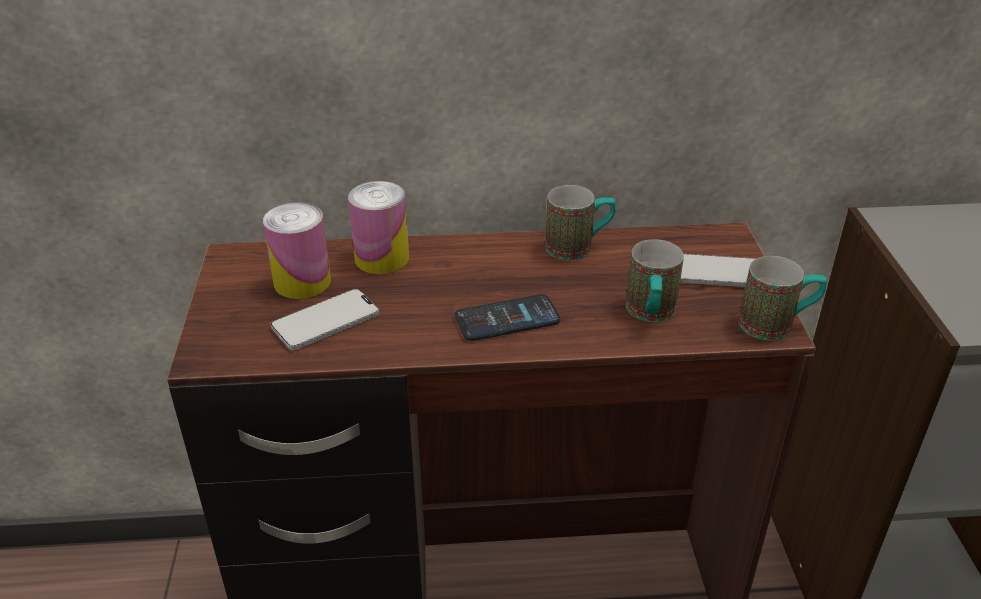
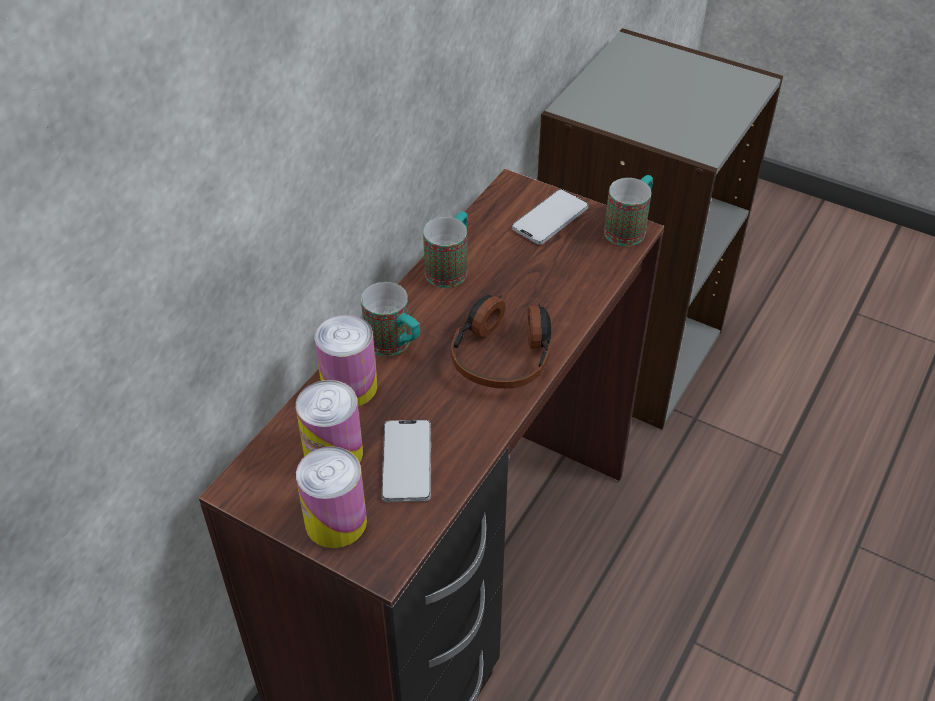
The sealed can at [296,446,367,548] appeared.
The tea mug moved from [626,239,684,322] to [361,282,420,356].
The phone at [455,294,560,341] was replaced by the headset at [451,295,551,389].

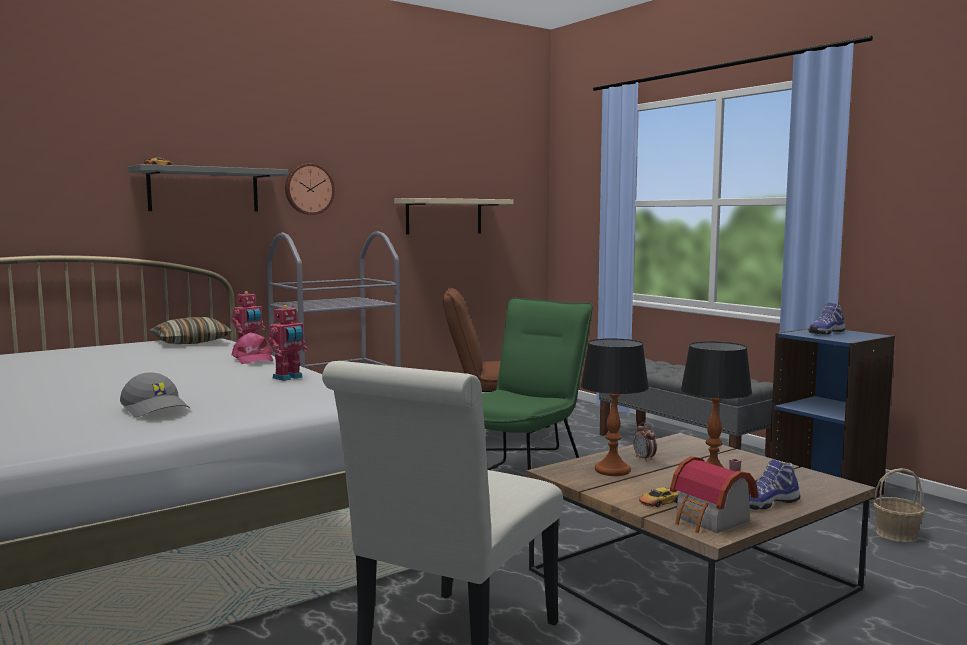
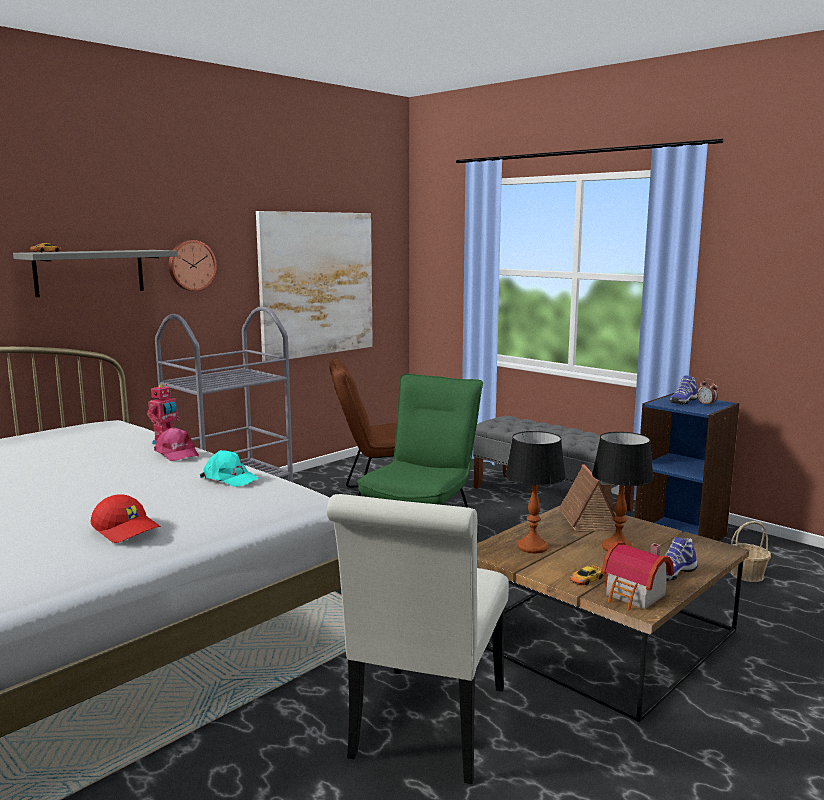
The baseball cap in grey at [120,373,190,417] became the baseball cap in red at [90,494,161,543].
The model robot at [267,305,307,381] was replaced by the baseball cap in turquoise at [200,450,259,487].
The shelf in beige-coloured at [394,198,514,235] was replaced by the wall picture at [256,211,373,361].
The miniature house at [559,464,616,532] appeared.
The bedside clock moved from [633,422,657,462] to [697,379,718,405].
The pillow at [149,317,232,344] disappeared.

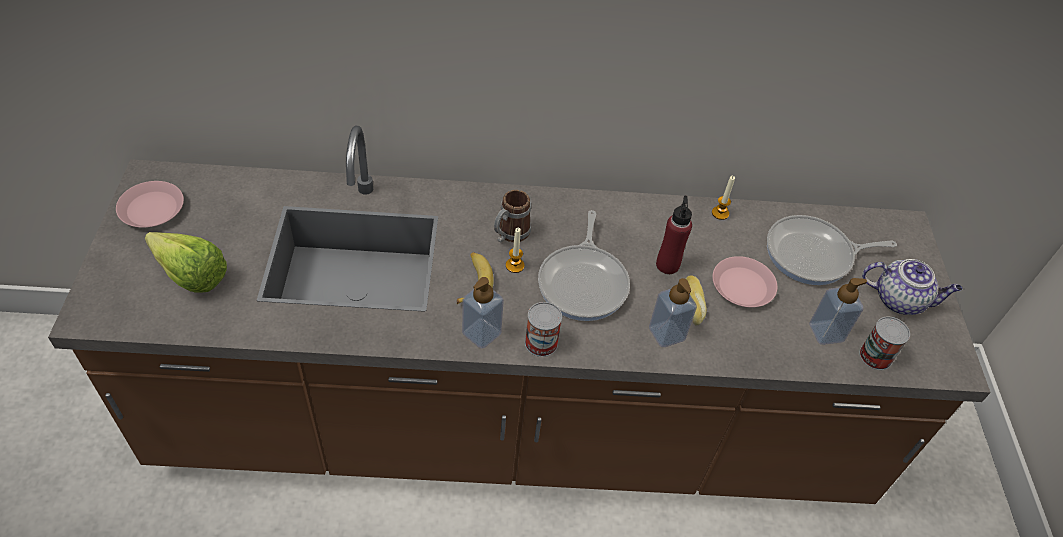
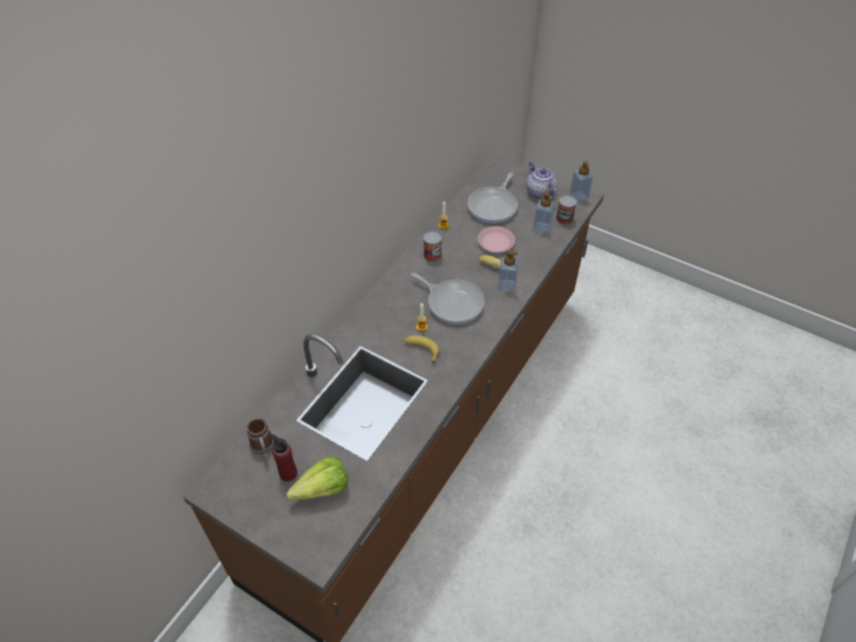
The tea mug moved from [494,190,531,243] to [247,418,274,458].
The drink bottle in red moved from [656,196,692,274] to [271,434,297,482].
The sealed can moved from [525,302,562,357] to [423,231,442,262].
The teapot at [862,259,962,315] turned 75 degrees counterclockwise.
The soap dispenser moved from [462,277,504,348] to [570,161,593,202].
The flat dish in pinkish at [116,181,184,228] disappeared.

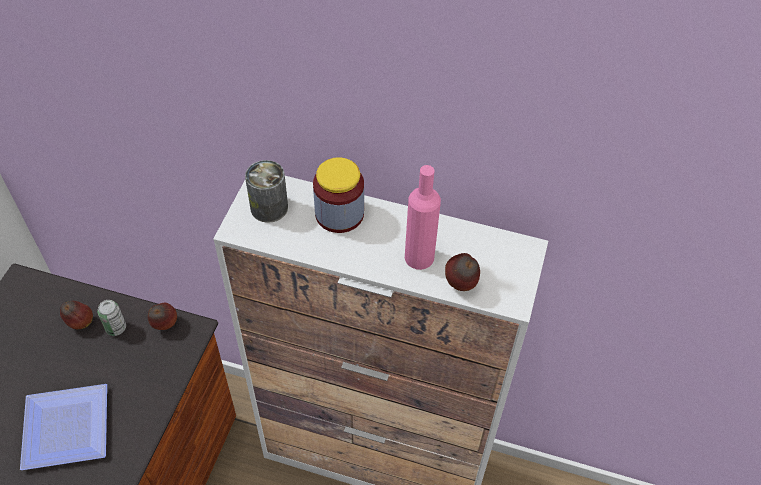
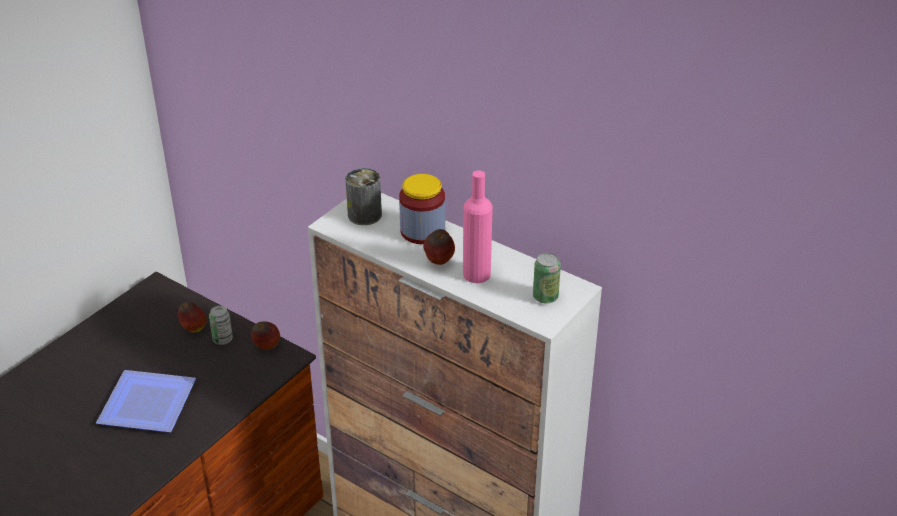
The whole apple moved from [445,253,480,291] to [423,229,455,265].
The sealed can at [533,253,561,304] appeared.

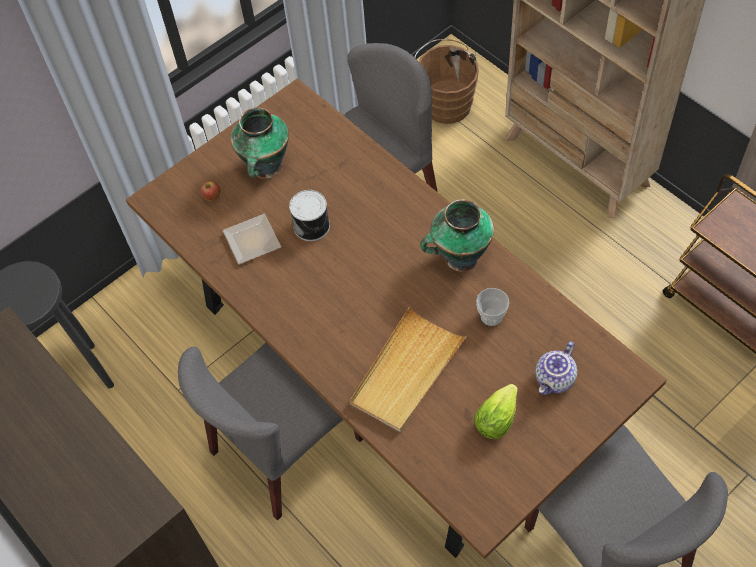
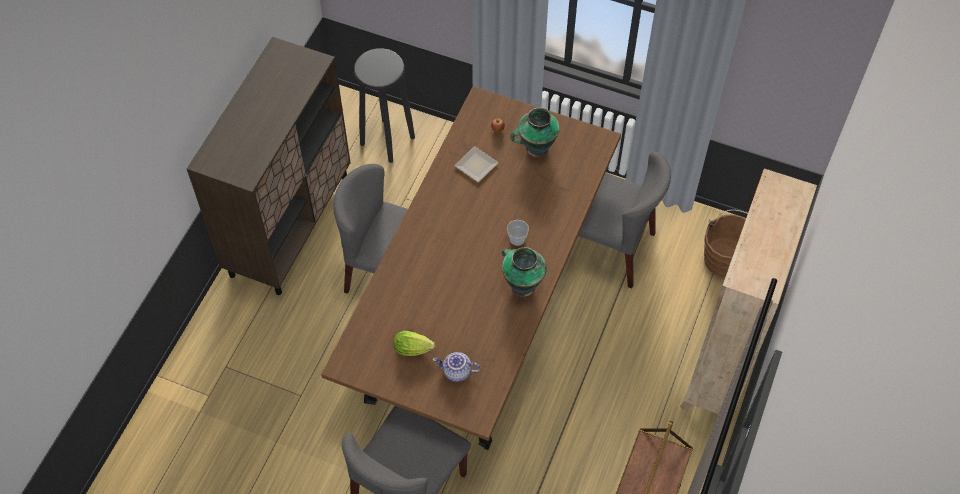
The drinking cup moved from [476,288,509,326] to [507,220,529,246].
The sealed can at [289,190,330,241] disappeared.
The carrying tray in beige-coloured at [350,306,467,432] disappeared.

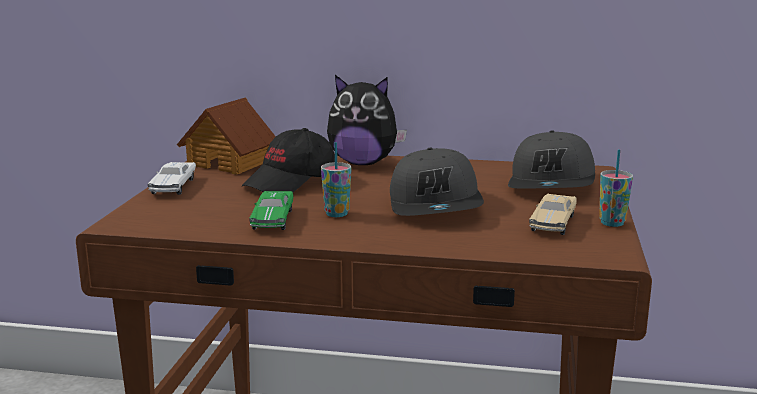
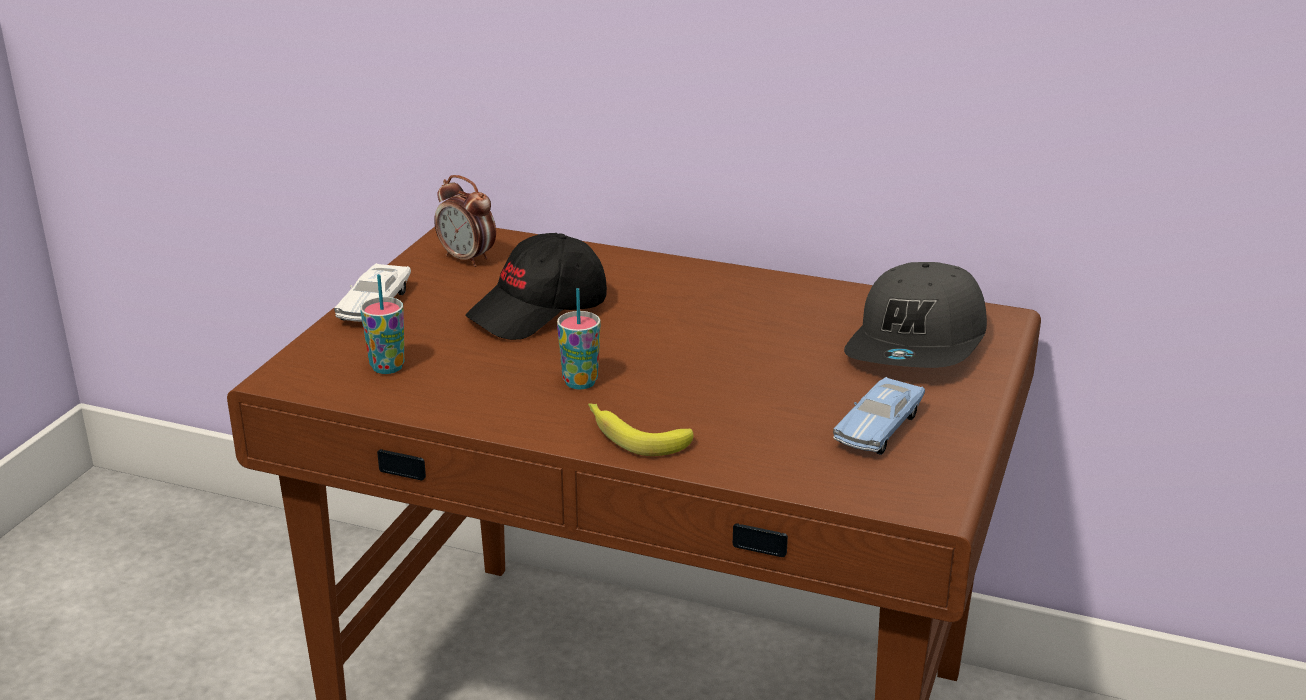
The drinking cup moved from [599,149,633,227] to [360,274,405,374].
The miniature house at [177,97,276,175] was replaced by the bedside clock at [434,175,496,267].
The banana at [588,403,693,456] appeared.
The toy car in beige-coloured at [529,194,577,235] became the toy car in bluish at [833,377,925,455].
The toy car in green-coloured at [249,191,293,230] disappeared.
The cuddly toy at [327,75,407,165] disappeared.
The baseball cap in grey at [390,148,484,216] disappeared.

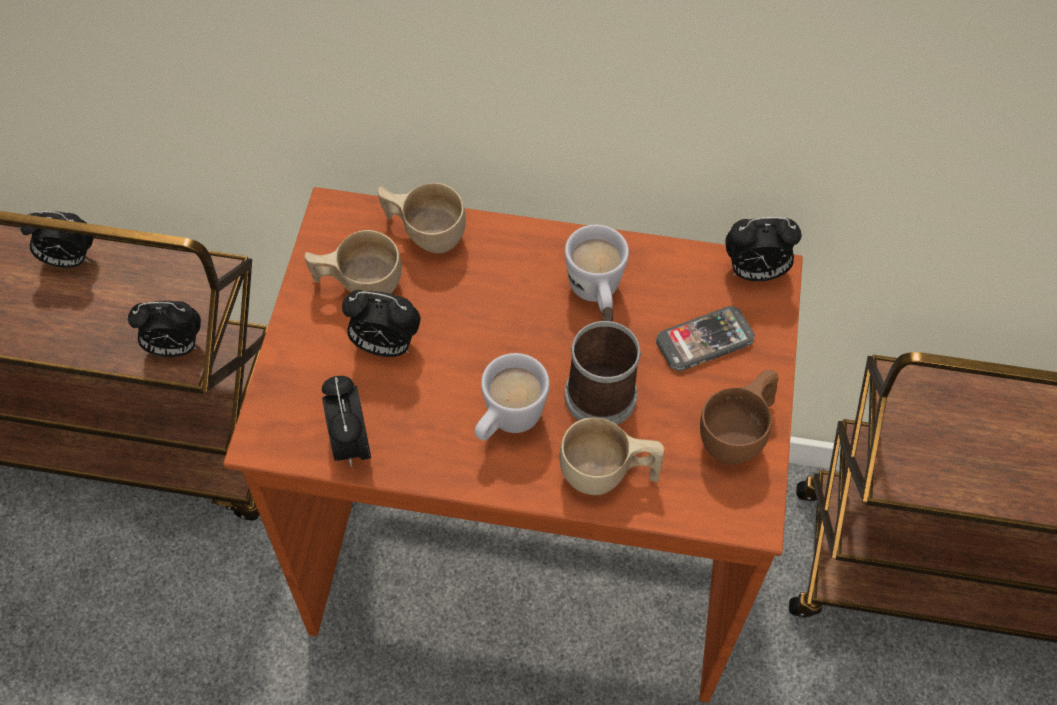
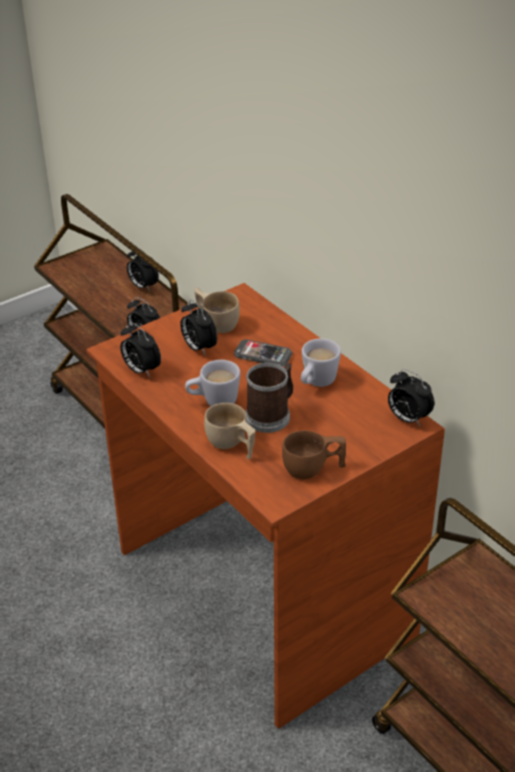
The bedside clock at [322,376,371,468] turned 75 degrees counterclockwise.
The phone moved from [656,306,755,371] to [234,339,292,367].
The drinking cup in beige-coloured at [378,183,466,253] disappeared.

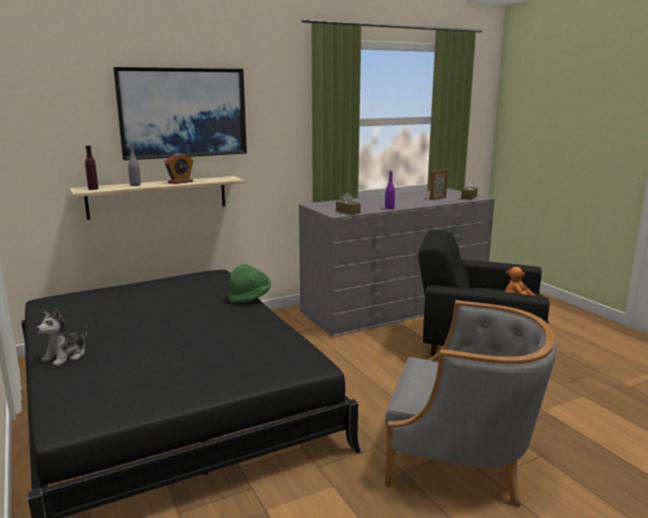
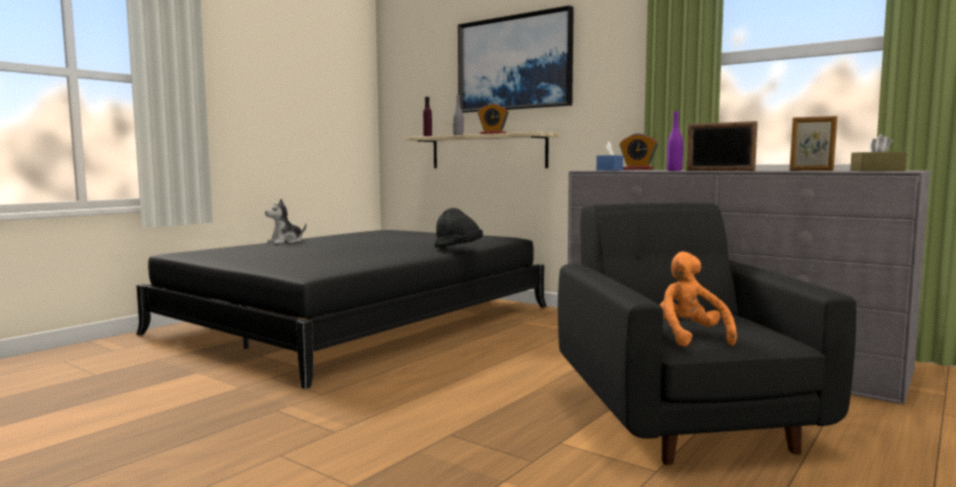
The cuddly toy at [36,308,87,366] turned 45 degrees counterclockwise.
The wearable hat in green-coloured at [228,264,271,303] became the wearable hat in black-coloured at [434,208,483,248].
The box of tissues in brownish at [336,192,361,215] became the box of tissues in bluish at [596,142,623,171].
The bedside clock at [620,133,658,170] appeared.
The picture frame at [687,121,758,171] appeared.
The easy chair in grey at [385,300,556,508] disappeared.

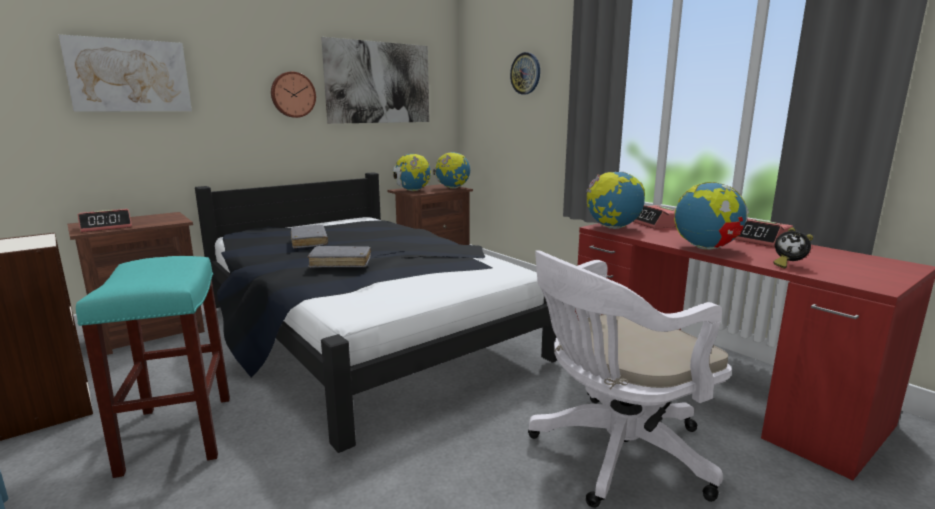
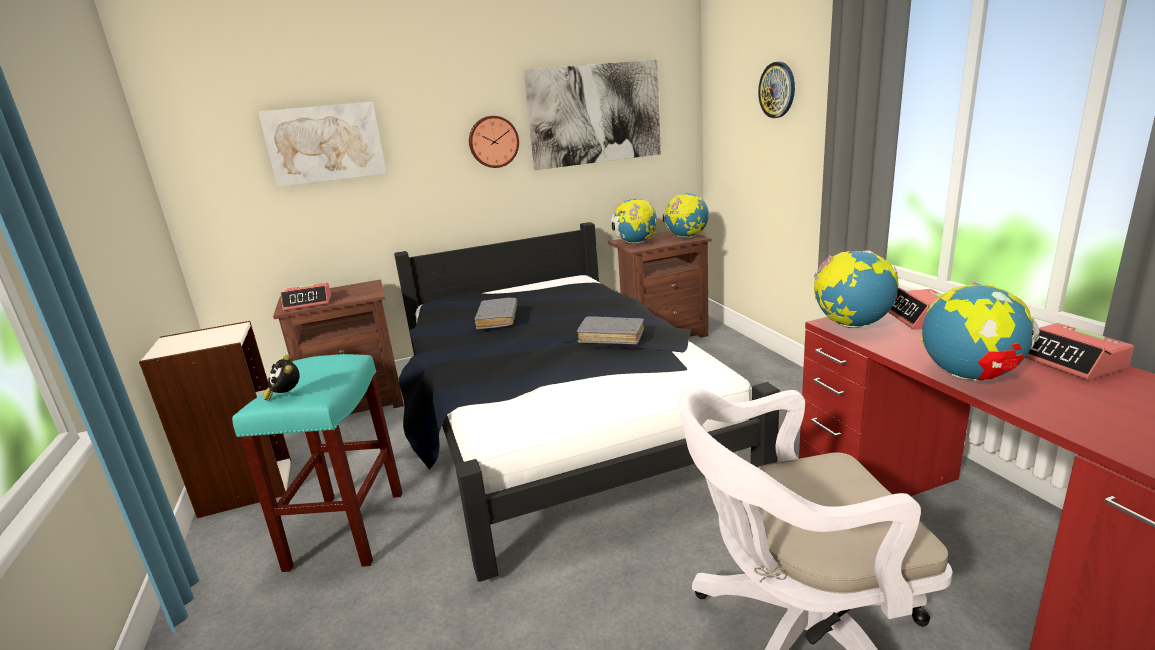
The bedside clock moved from [773,227,813,268] to [264,355,300,401].
The volume in grey moved from [308,246,371,268] to [577,316,644,345].

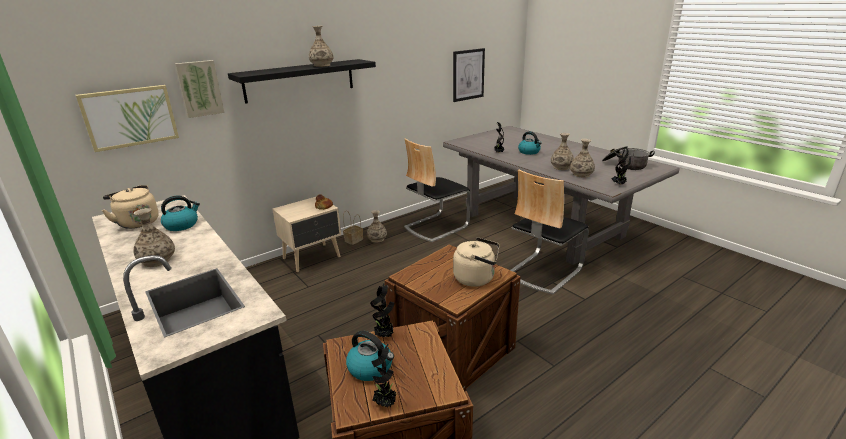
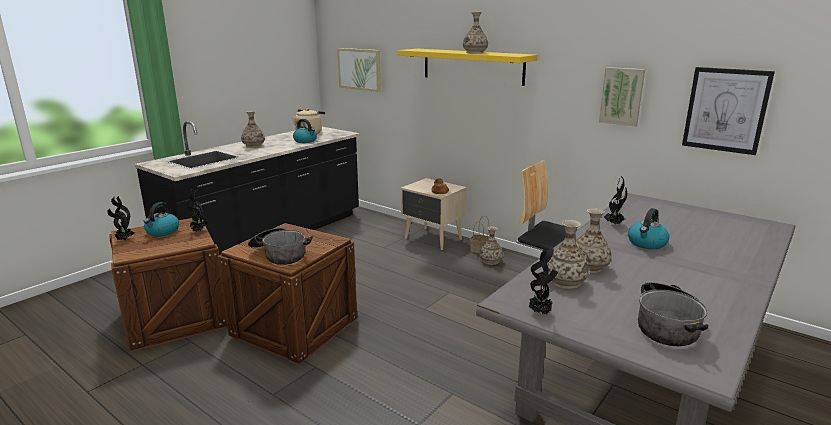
The kettle in beige-coloured at [453,237,500,287] was replaced by the saucepot at [248,228,313,265].
The shelf in black-coloured at [228,59,376,104] became the shelf in yellow at [397,49,537,86].
The wall picture moved from [175,60,224,118] to [599,67,645,127].
The chair at [511,169,589,294] disappeared.

